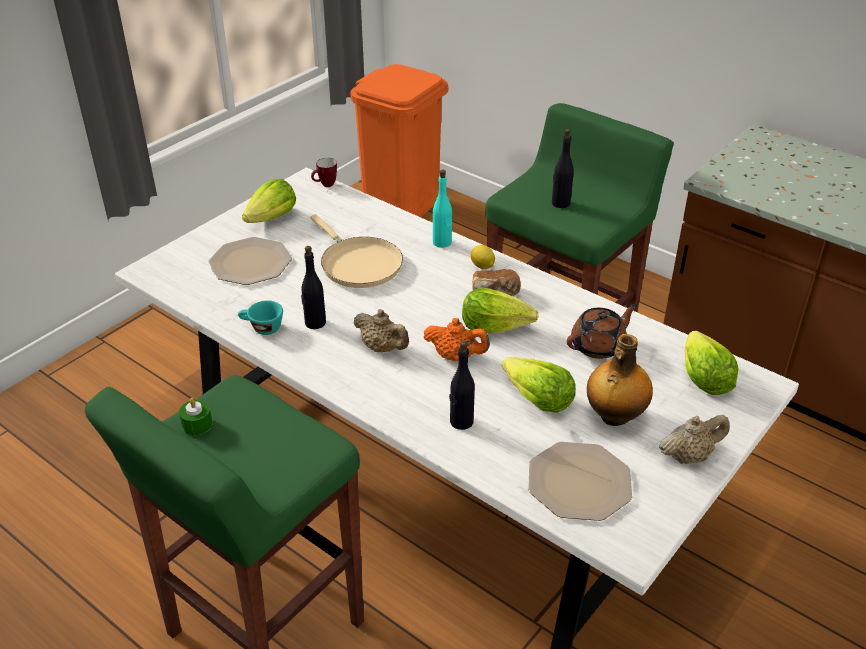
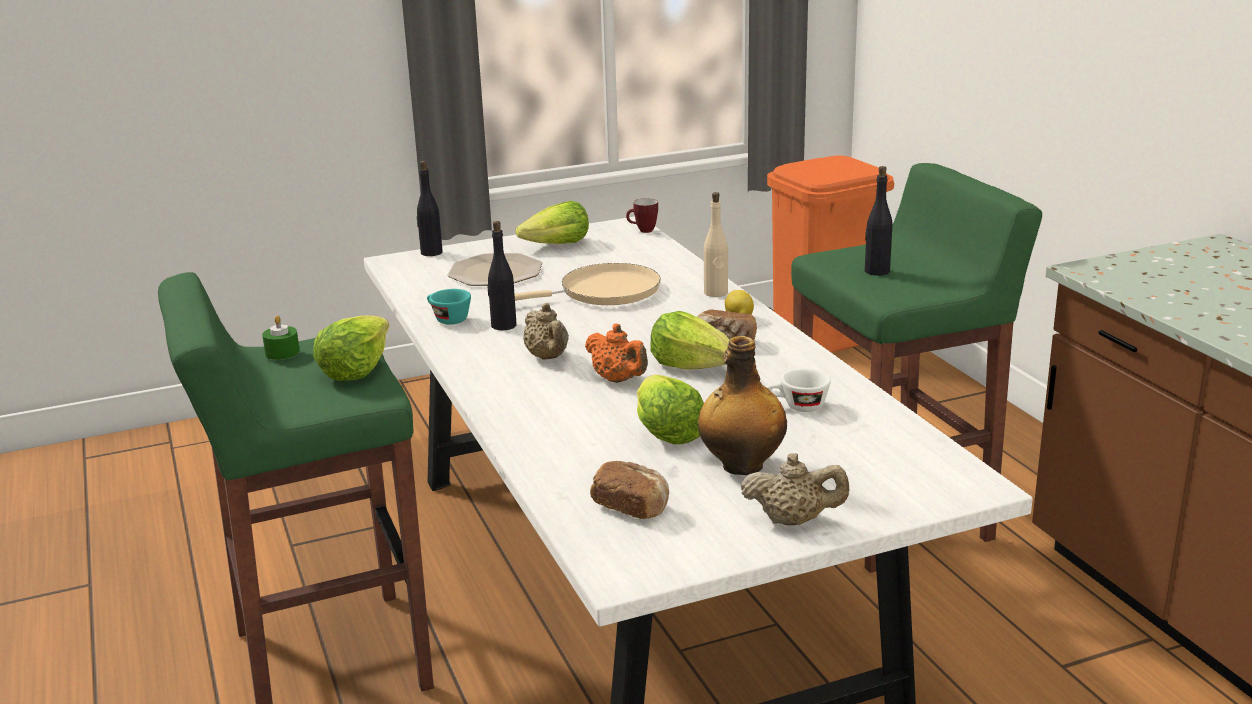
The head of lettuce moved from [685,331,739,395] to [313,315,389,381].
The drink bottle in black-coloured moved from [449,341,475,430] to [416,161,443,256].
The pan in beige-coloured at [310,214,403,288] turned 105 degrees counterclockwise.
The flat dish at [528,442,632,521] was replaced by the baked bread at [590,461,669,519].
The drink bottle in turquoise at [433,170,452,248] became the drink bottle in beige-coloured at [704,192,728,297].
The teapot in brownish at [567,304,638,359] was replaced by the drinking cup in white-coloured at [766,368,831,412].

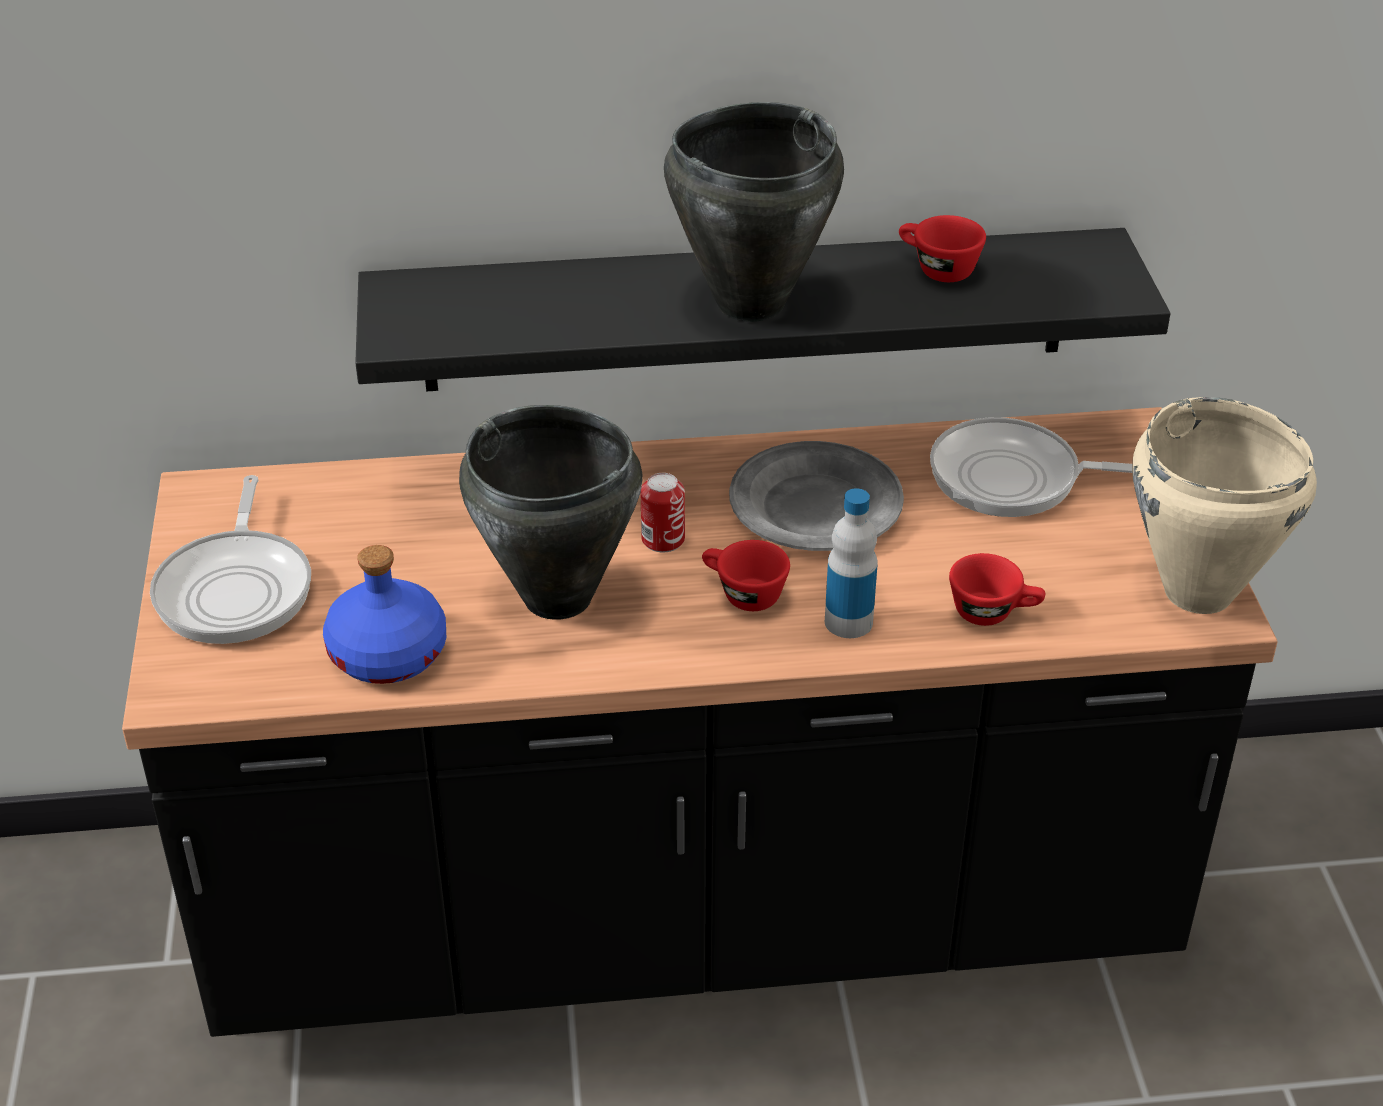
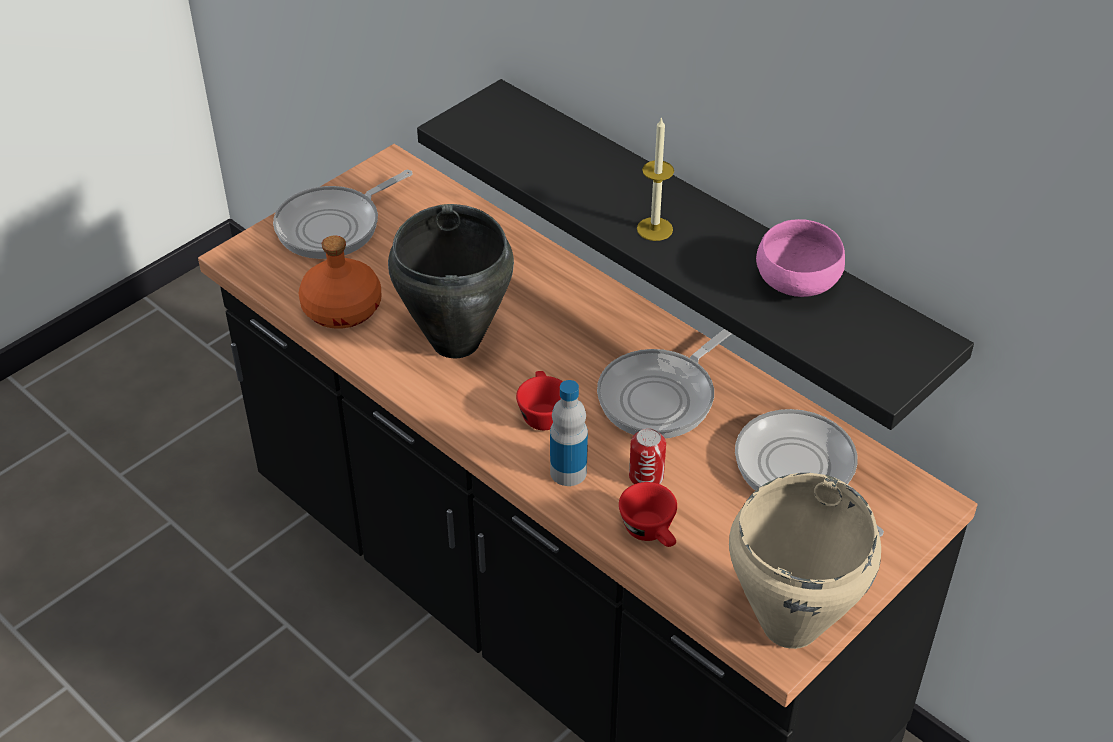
The drink bottle in bluish at [323,545,446,684] became the drink bottle in orange at [299,235,381,329].
The flat dish in grey at [729,441,904,551] was replaced by the pan at [597,329,732,438].
The sealed can moved from [641,473,685,552] to [629,428,666,484].
The saucepot in black-coloured at [664,102,844,322] was replaced by the wax light at [637,117,674,241].
The drinking cup in red at [899,215,986,282] was replaced by the deep dish in pinkish at [756,219,845,297].

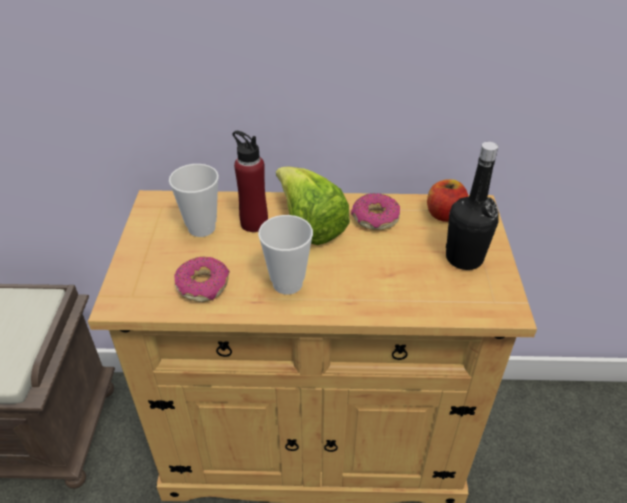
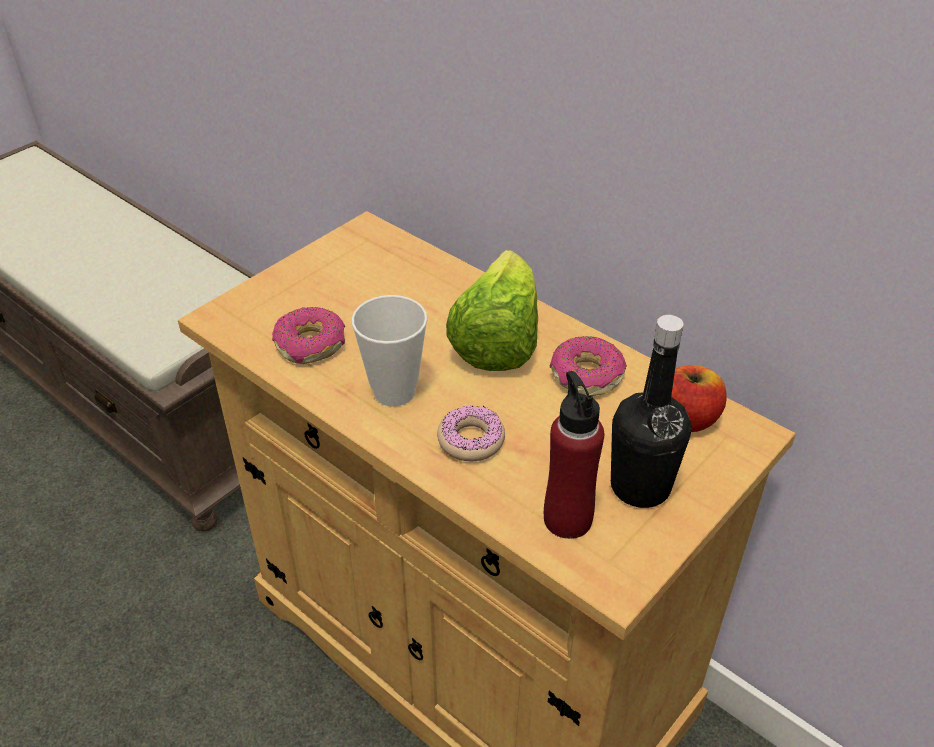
The donut at [437,405,505,461] appeared.
The drink bottle in red moved from [233,131,268,232] to [544,371,604,539].
The drinking cup at [169,164,219,237] disappeared.

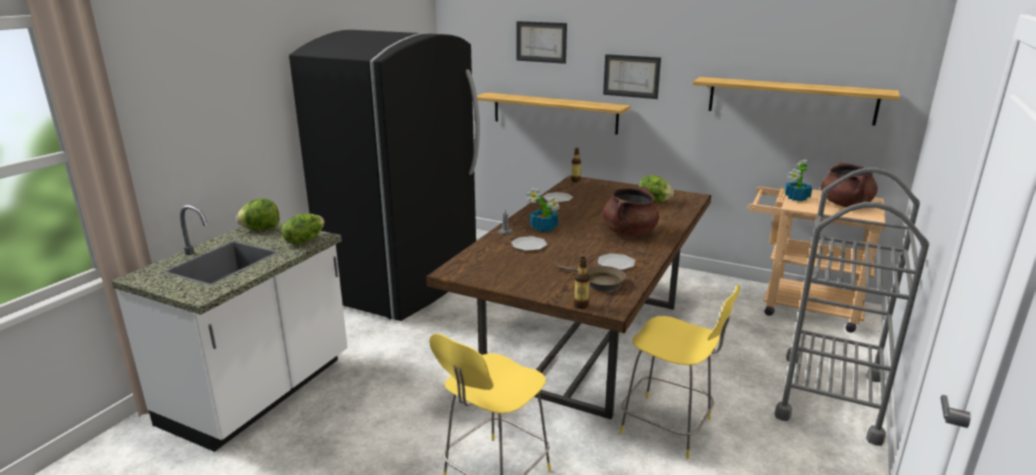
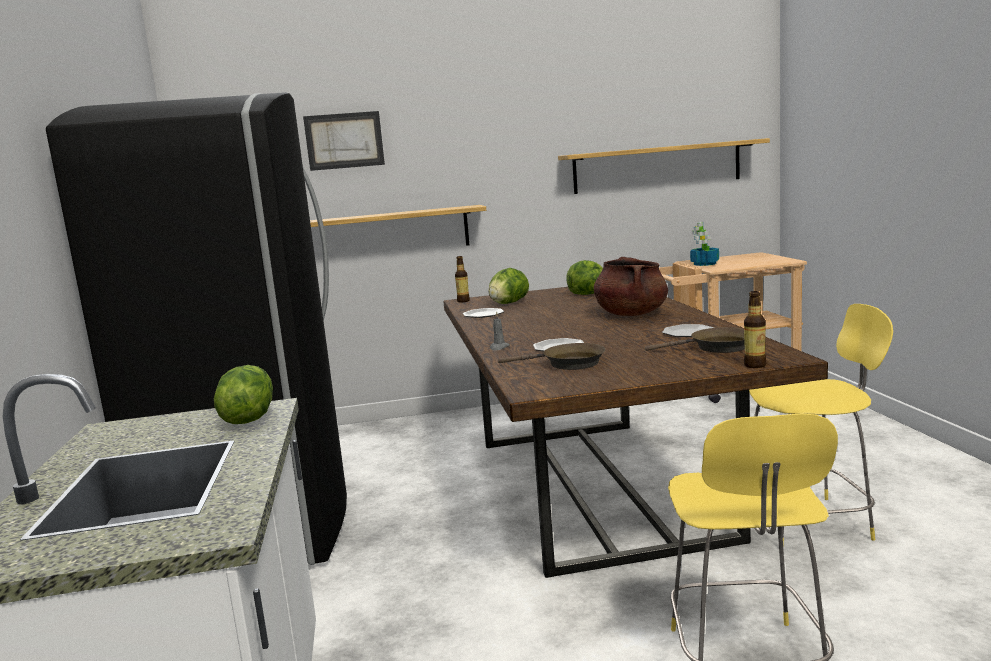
The head of lettuce moved from [236,198,279,230] to [489,268,529,304].
The pan in brownish at [498,343,605,370] appeared.
The plant in a pot at [527,188,560,232] disappeared.
The wall picture at [603,54,661,99] disappeared.
The cart in grey at [775,168,929,446] disappeared.
The saucepot in brownish at [821,163,878,207] disappeared.

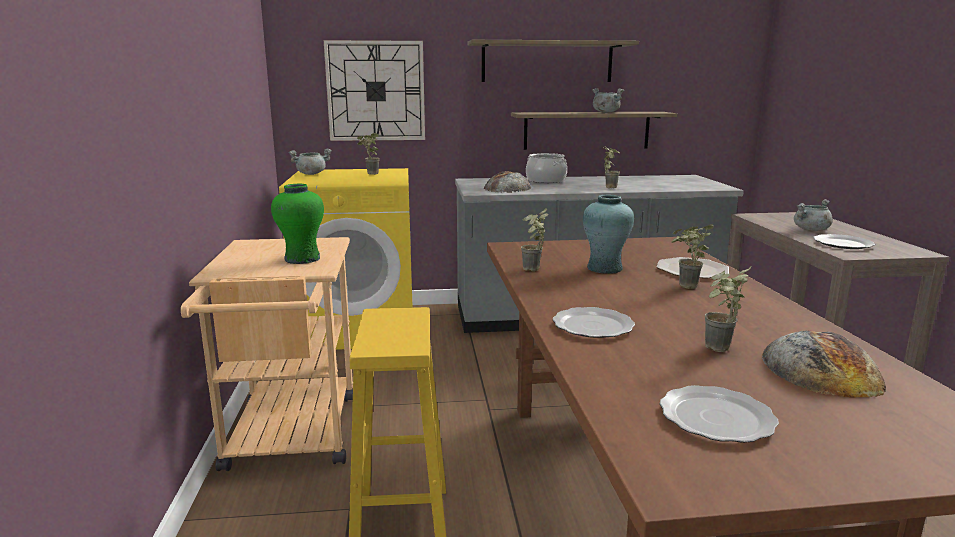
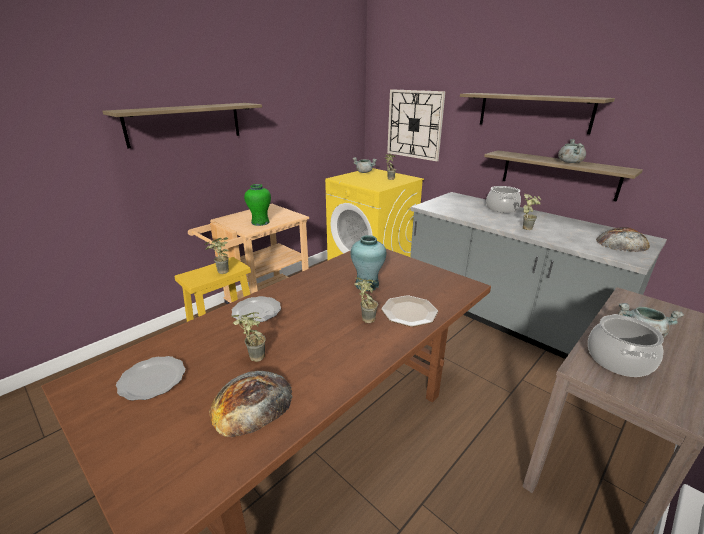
The shelf at [103,103,262,148] appeared.
The plant in a pot moved from [521,208,549,271] to [205,237,229,274].
The flat dish at [813,234,875,249] was replaced by the saucepot at [588,314,664,377].
The baked bread moved from [484,171,531,193] to [596,227,650,252].

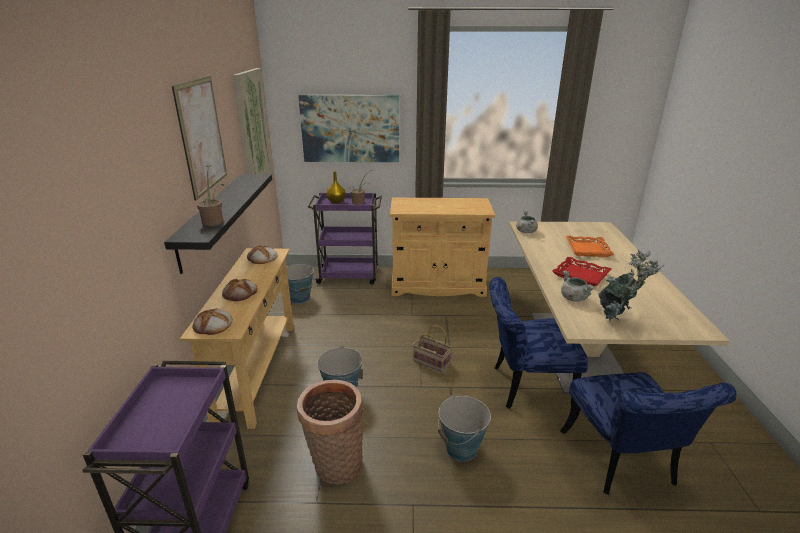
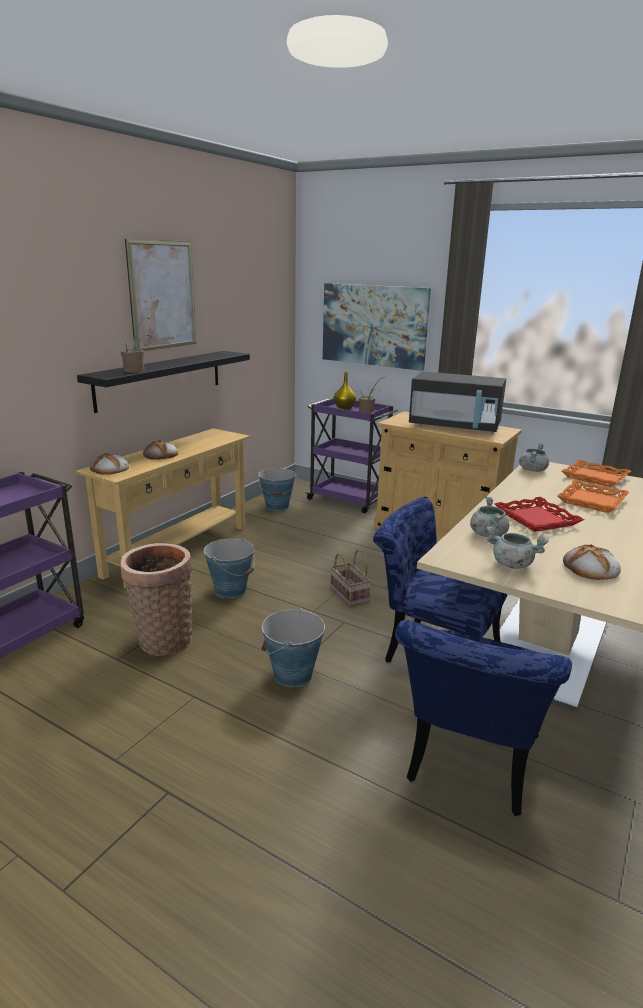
The kitchen microwave in black-coloured at [409,371,506,434] appeared.
The plant in a pot at [598,250,664,321] was replaced by the saucepot in grey at [486,526,549,569].
The carrying tray in orange at [562,460,631,487] appeared.
The baked bread moved from [247,245,277,264] to [563,544,621,580].
The wall picture at [232,68,273,174] disappeared.

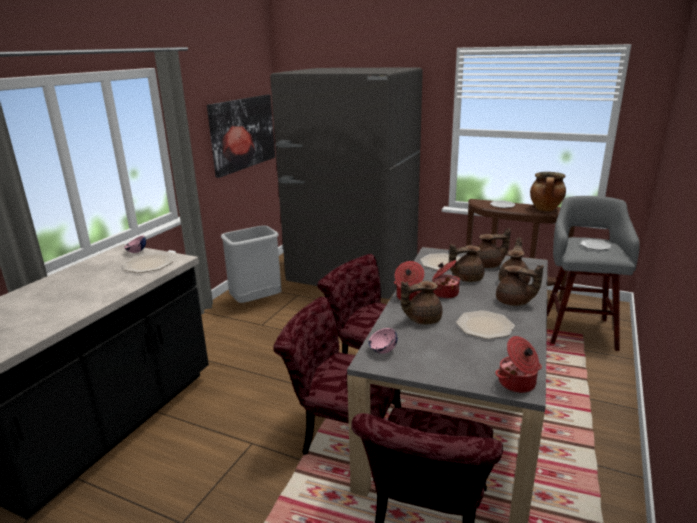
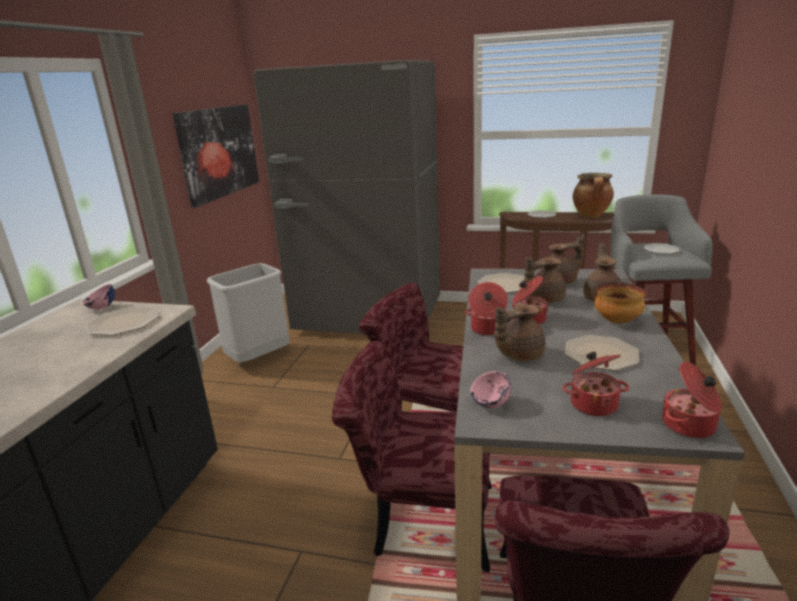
The saucepot at [563,352,629,417] appeared.
The teapot in brownish at [496,265,544,306] was replaced by the deep dish at [595,282,646,323].

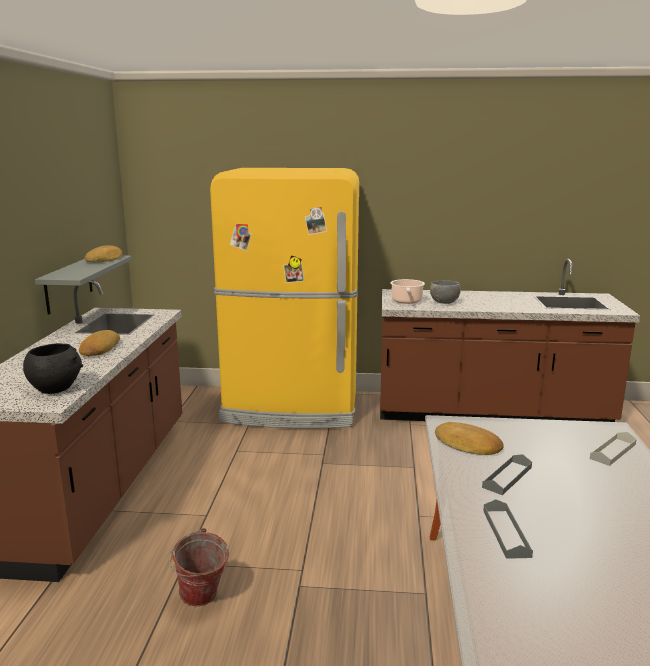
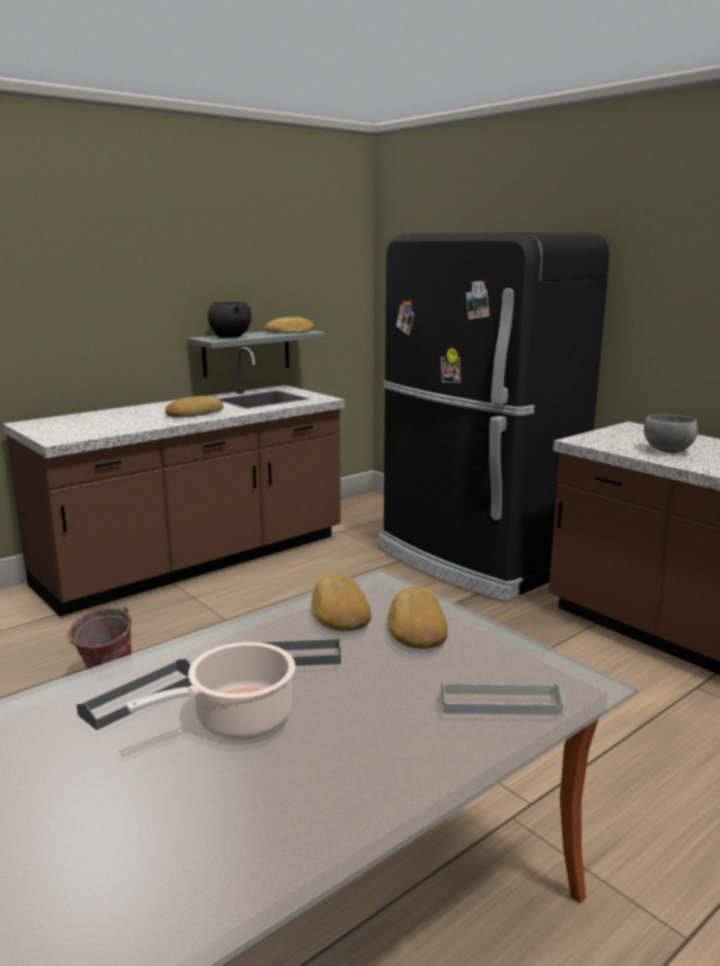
The saucepot moved from [390,279,425,304] to [125,642,296,740].
The deep dish in black-coloured moved from [23,343,83,394] to [208,302,251,338].
The fridge in yellow at [210,168,359,429] became the fridge in black-coloured at [378,232,610,601].
The baked bread at [388,586,448,649] appeared.

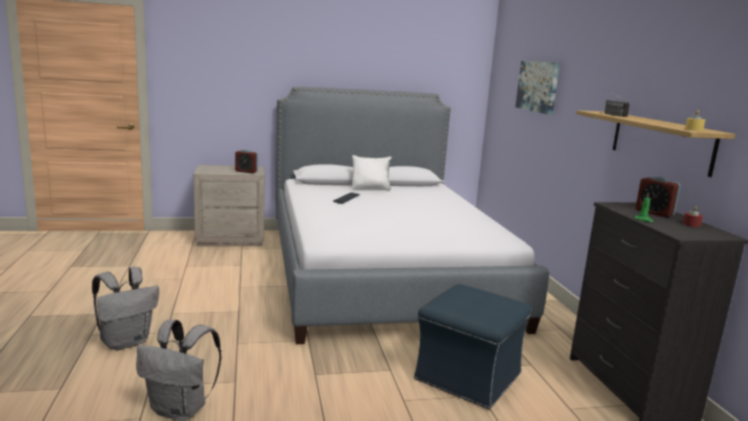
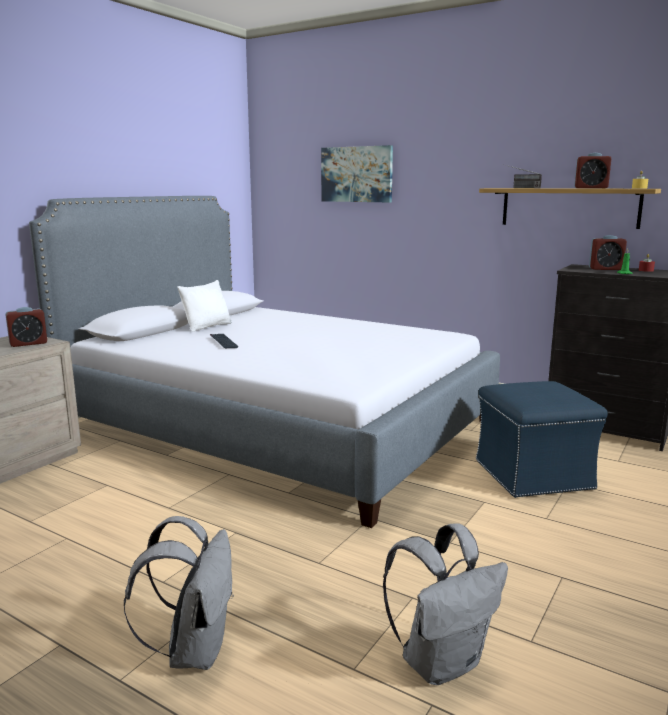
The bedside clock at [574,153,612,188] appeared.

